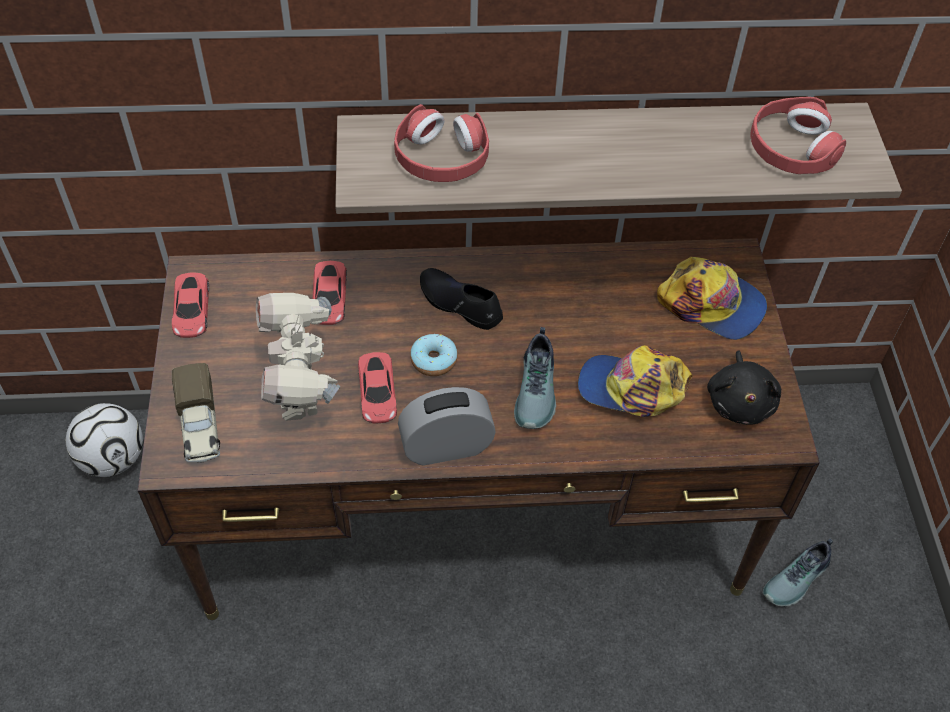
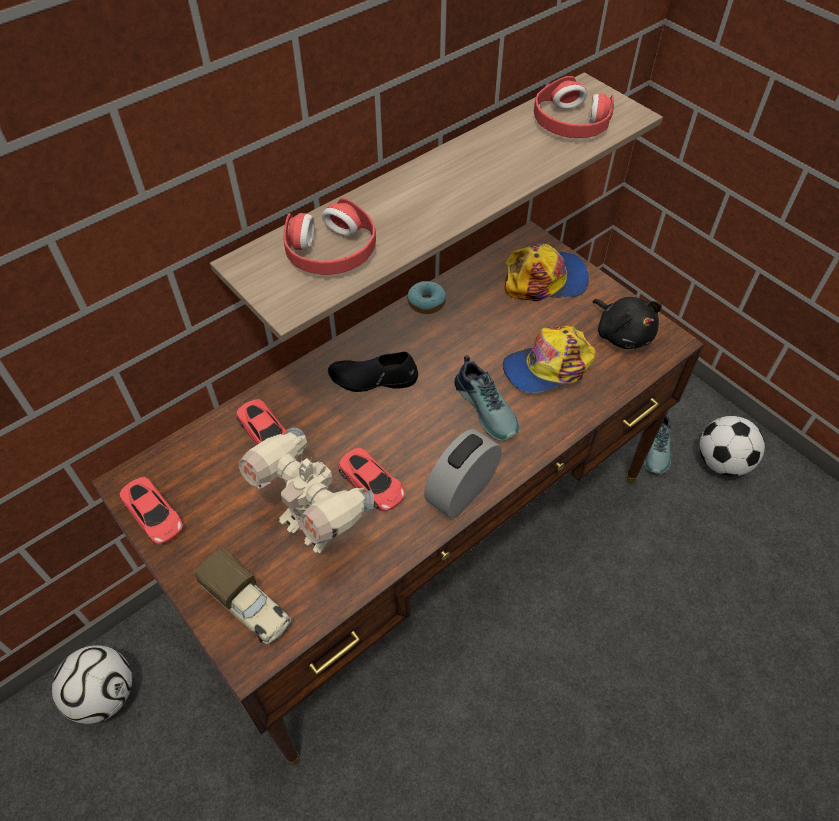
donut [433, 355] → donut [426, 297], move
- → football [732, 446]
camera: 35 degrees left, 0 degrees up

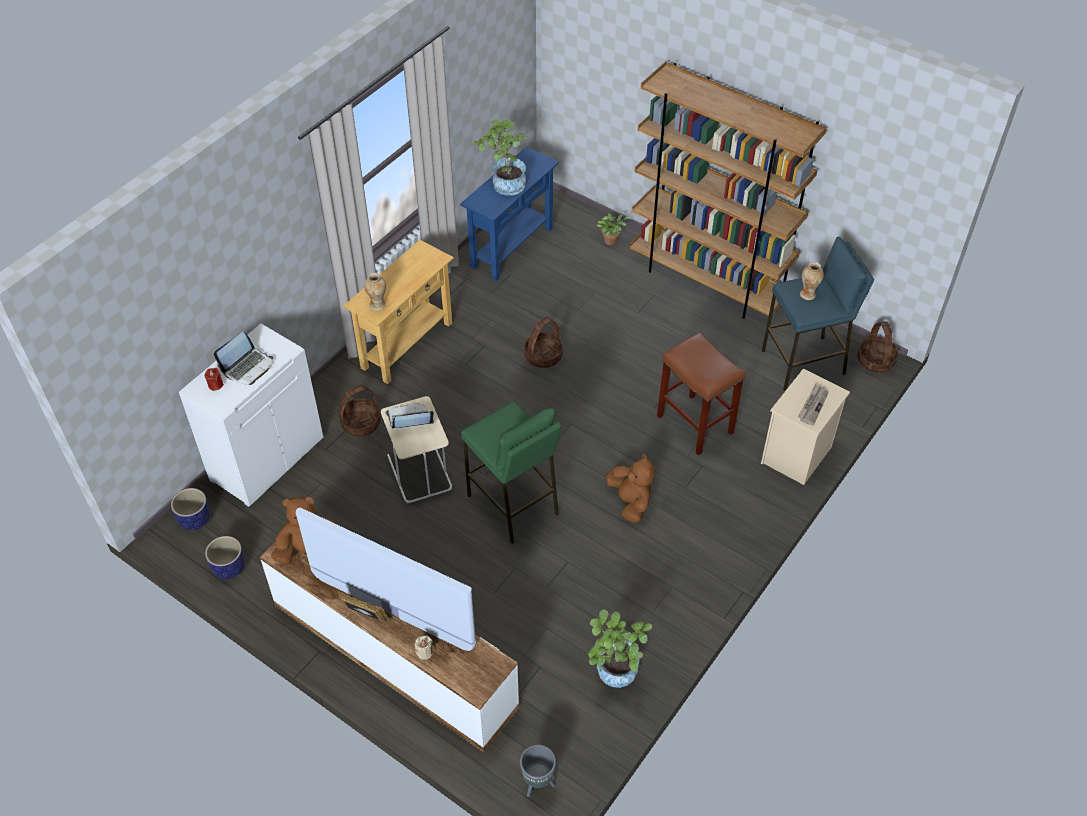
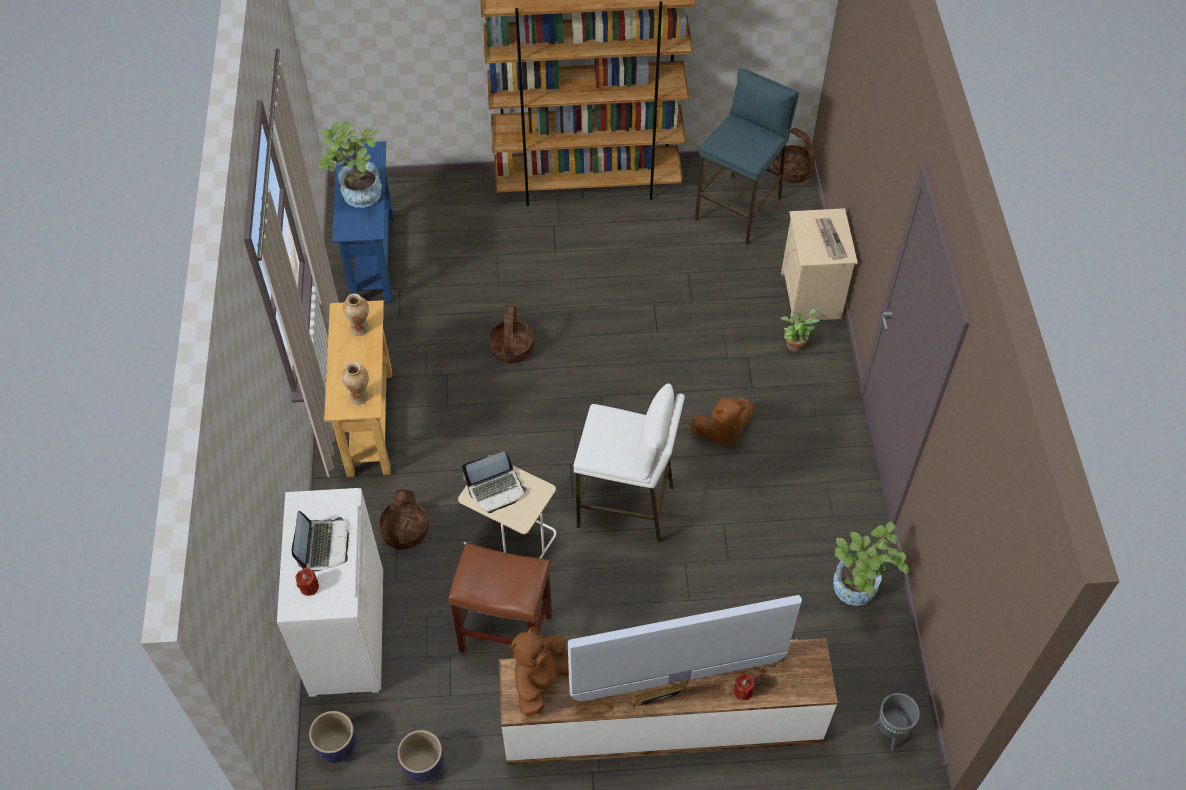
vase [812, 281] → vase [356, 314], move
stool (brown) [701, 393] → stool (brown) [500, 598], move
laptop [410, 416] → laptop [494, 482], 150 degrees counterclockwise
stool (green) [511, 473] → stool (white) [629, 463]
plush toy (brown) [630, 488] → plush toy (brown) [721, 422], 135 degrees clockwise
candle (beige) [424, 647] → candle (red) [744, 687]
potted plant [614, 229] → potted plant [800, 330], move
camera: 40 degrees left, 5 degrees up

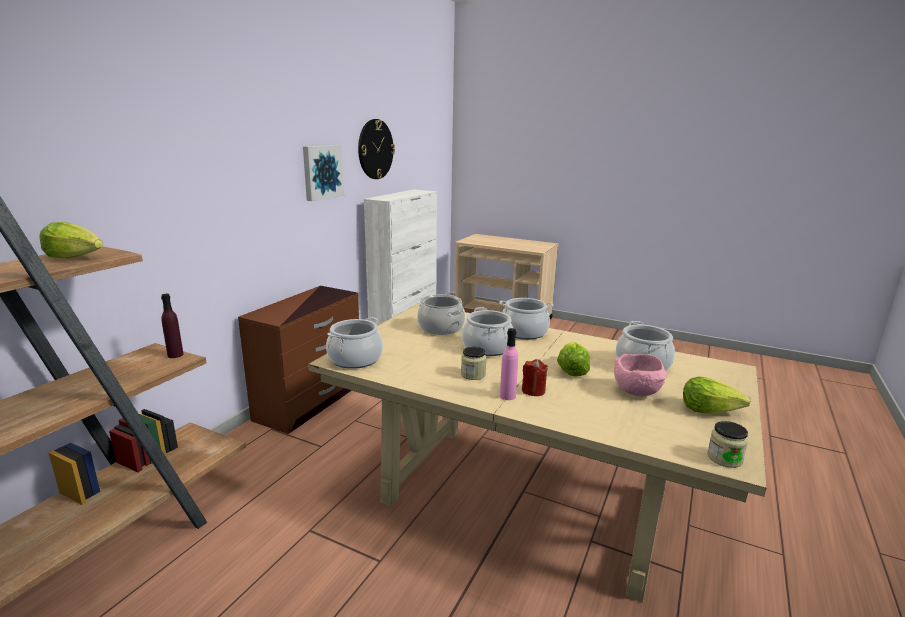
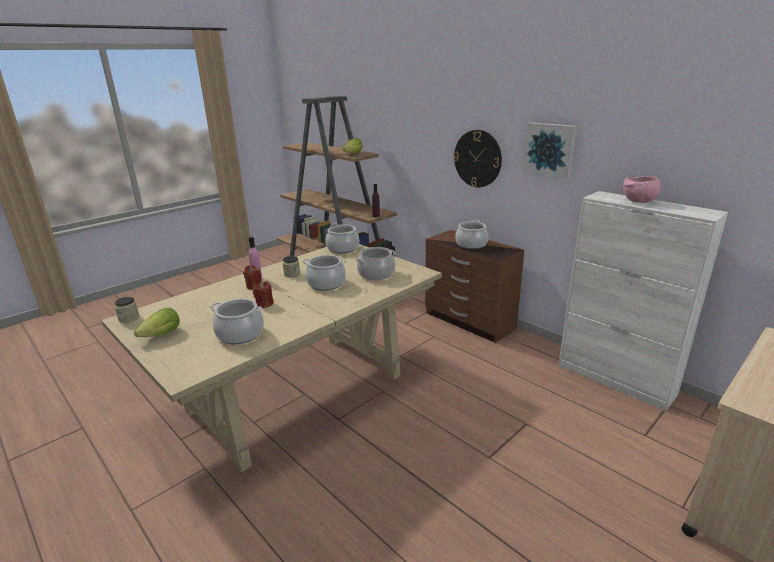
lettuce [573, 359] → candle (red) [263, 294]
wall clock [376, 149] → wall clock [477, 158], move
cooking pot [526, 319] → cooking pot [471, 234], move
bowl (pink) [640, 375] → bowl (pink) [642, 189], move
camera: 110 degrees right, 5 degrees up

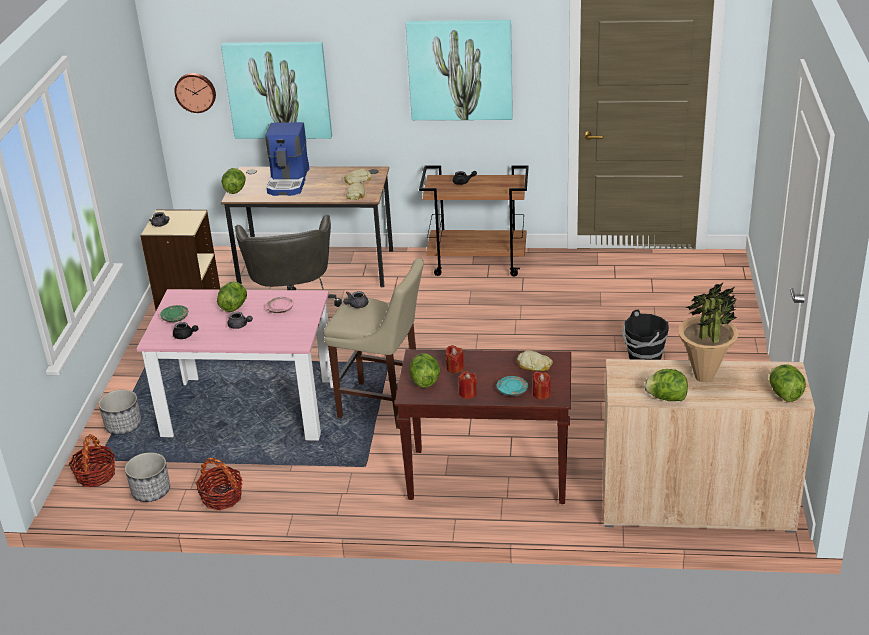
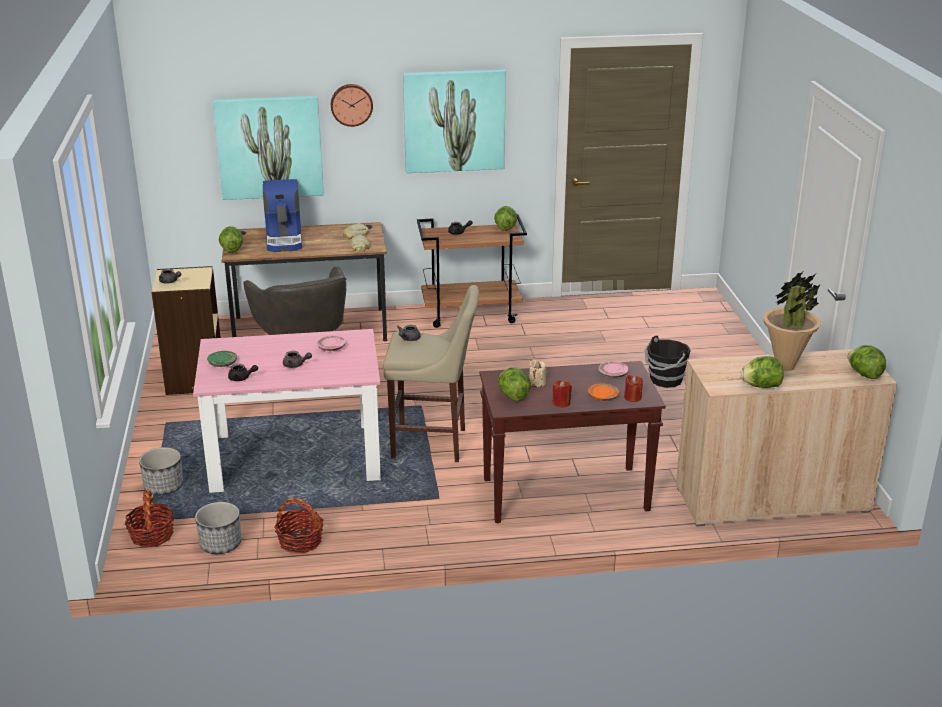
wall clock [195, 93] → wall clock [352, 105], move
lettuce [232, 296] → lettuce [505, 218], move
candle (red) [454, 359] → candle (beige) [538, 373]
plate (turquoise) [512, 386] → plate (orange) [603, 392]
bread [535, 360] → plate (pink) [613, 369]
camera: 15 degrees left, 5 degrees down

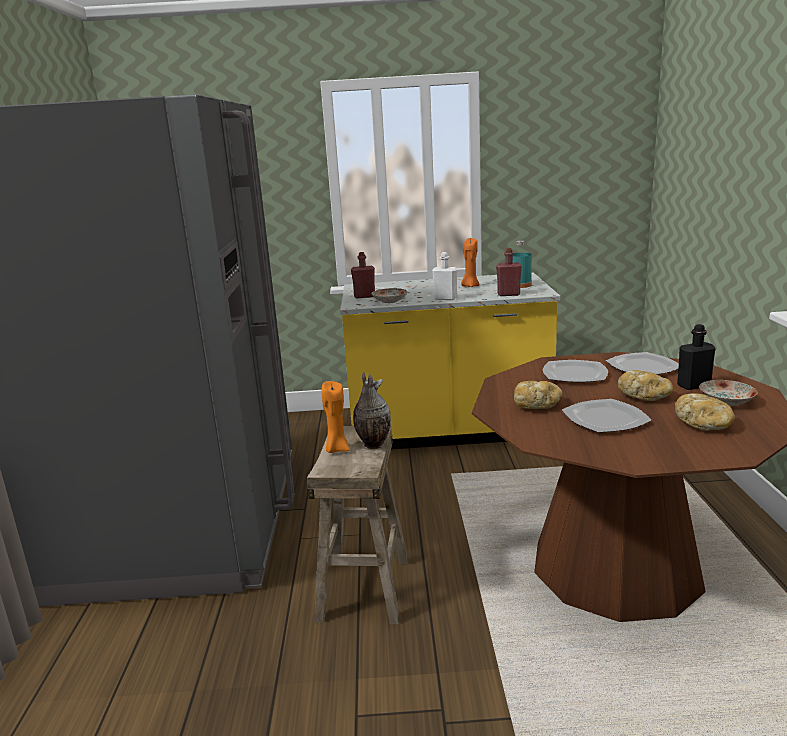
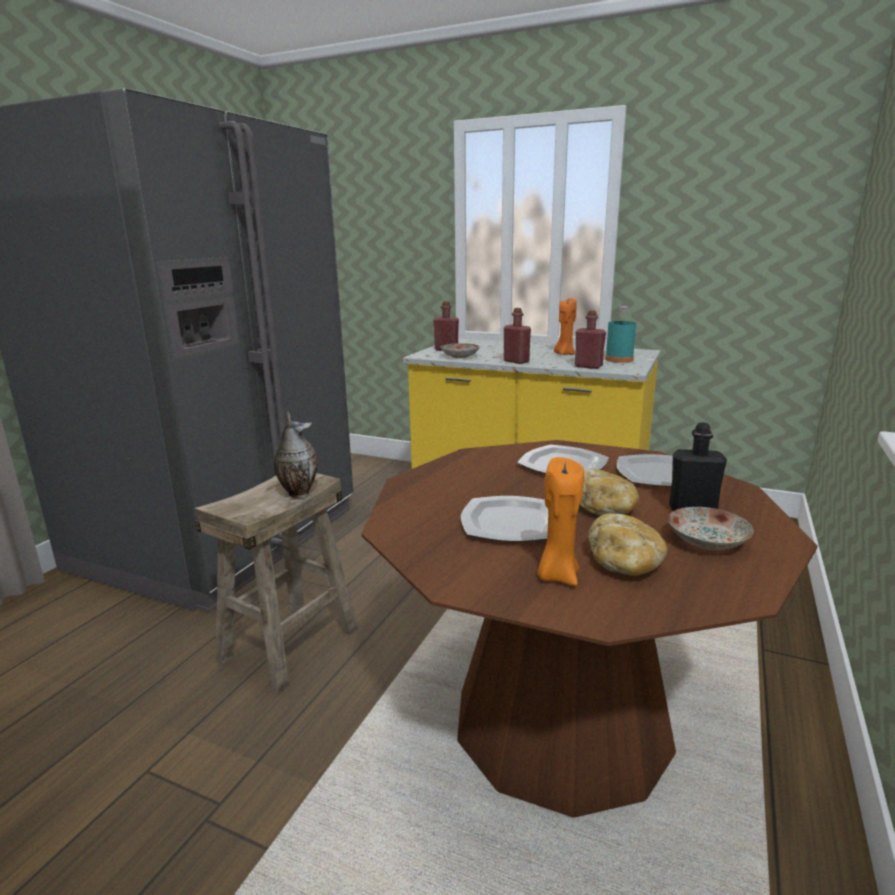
bottle (white) [444, 276] → bottle (red) [517, 336]
candle (orange) [336, 417] → candle (orange) [560, 521], move
bread [538, 395] → -
camera: 25 degrees right, 0 degrees up

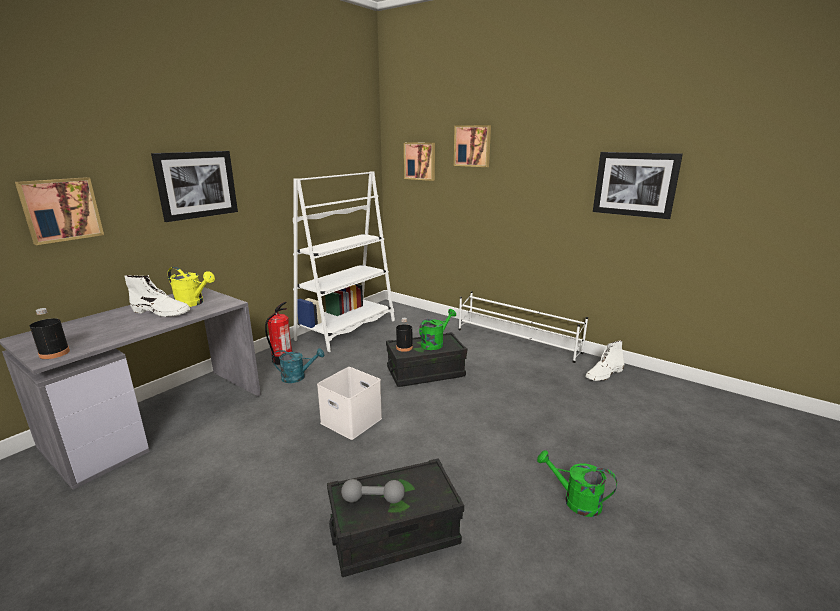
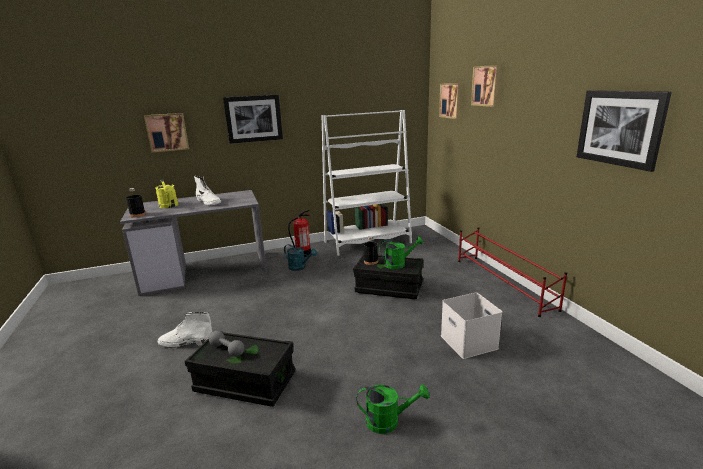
watering can (yellow) [191, 287] → watering can (yellow) [166, 193], move
boot (white) [605, 360] → boot (white) [184, 330], move
watering can (green) [577, 483] → watering can (green) [392, 409], 120 degrees clockwise
storage box (white) [349, 403] → storage box (white) [471, 326], move
shoe rack (white) [523, 327] → shoe rack (red) [512, 272]
camera: 35 degrees right, 0 degrees up

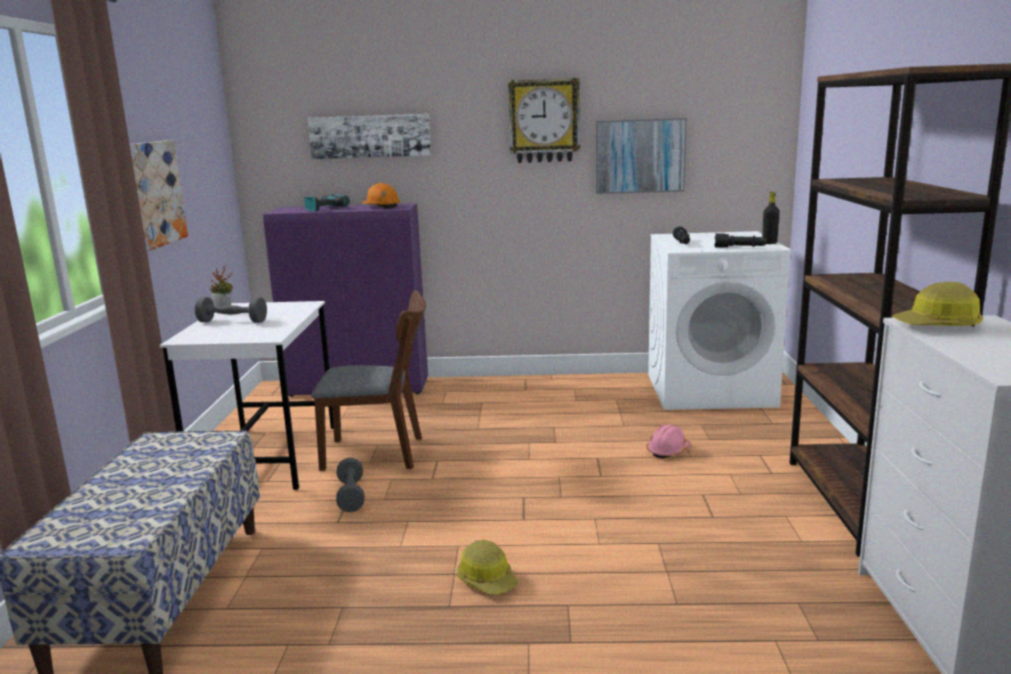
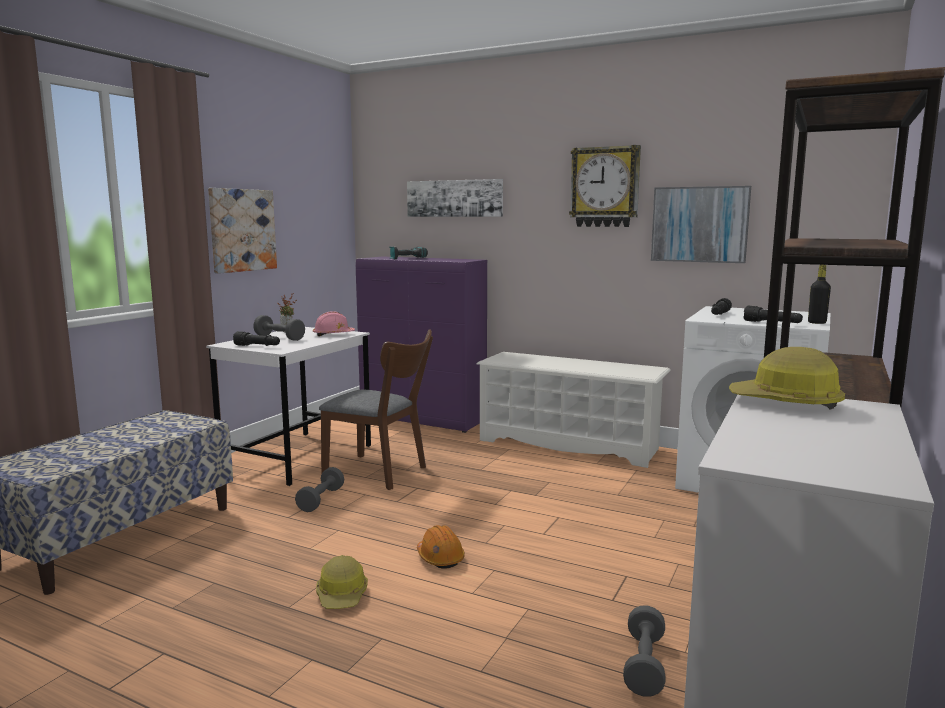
- → flashlight (black) [256, 338]
hard hat (pink) [669, 441] → hard hat (pink) [334, 323], move
hard hat (orange) [381, 196] → hard hat (orange) [441, 547], move
- → shoe rack (white) [573, 410]
- → dumbbell (grey) [644, 651]
camera: 25 degrees right, 5 degrees down

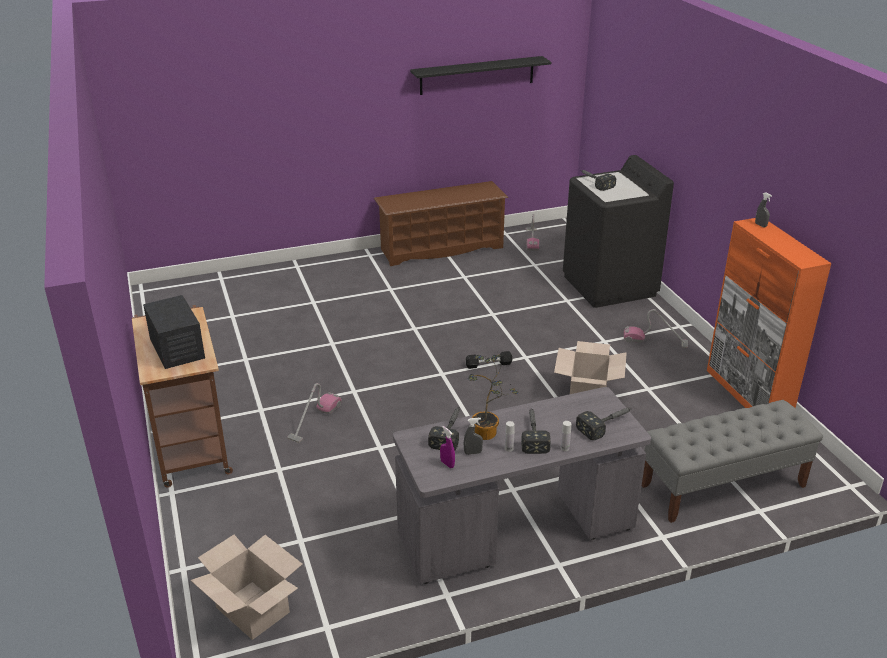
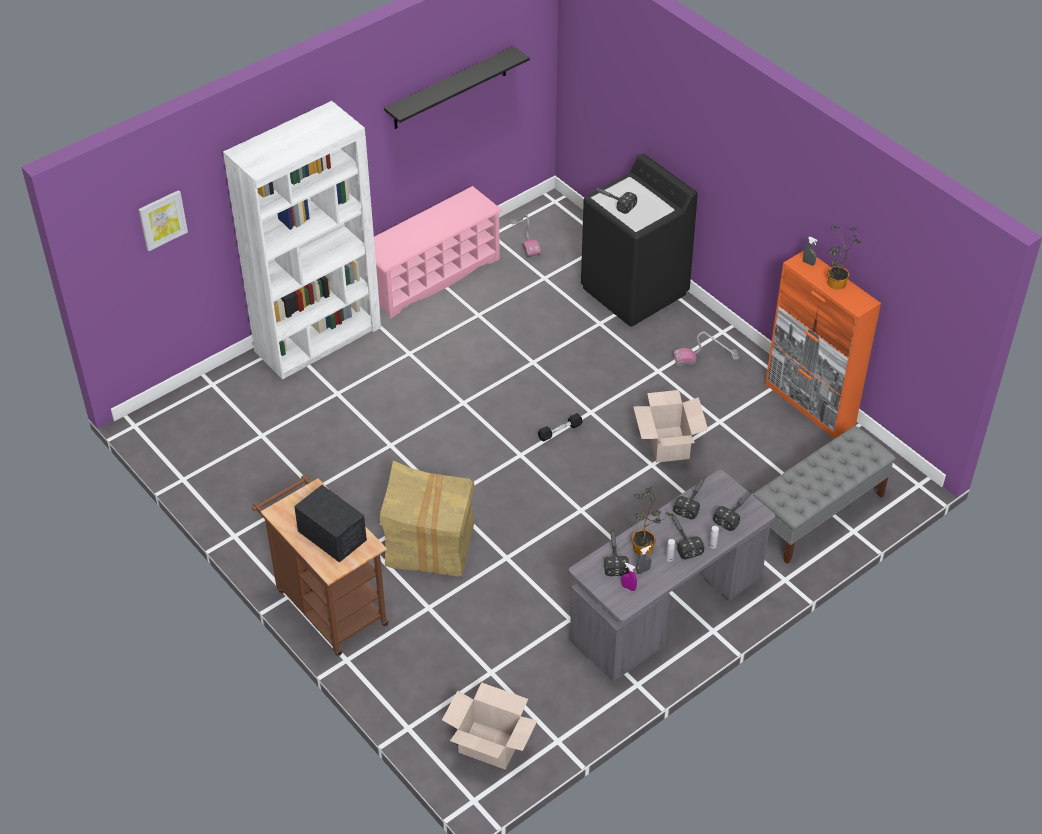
- → picture [163, 220]
- → bookcase (white) [302, 240]
shoe rack (brown) [441, 223] → shoe rack (pink) [438, 252]
vacuum cleaner [314, 413] → cardboard box [427, 519]
- → hammer [689, 498]
- → potted plant [844, 258]
camera: 20 degrees left, 15 degrees up

